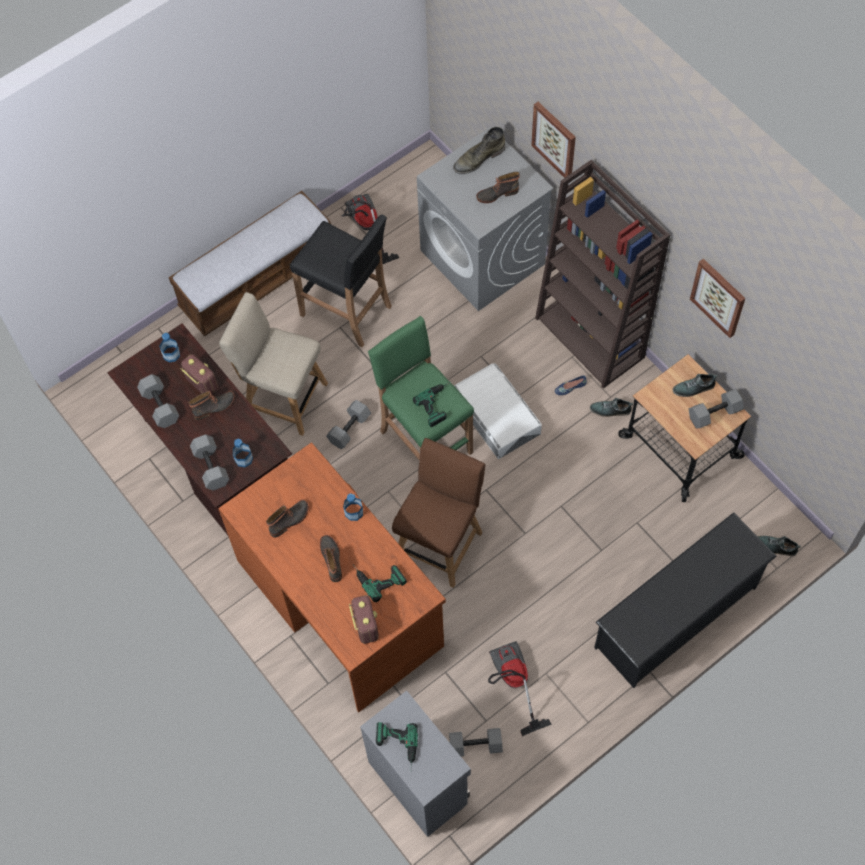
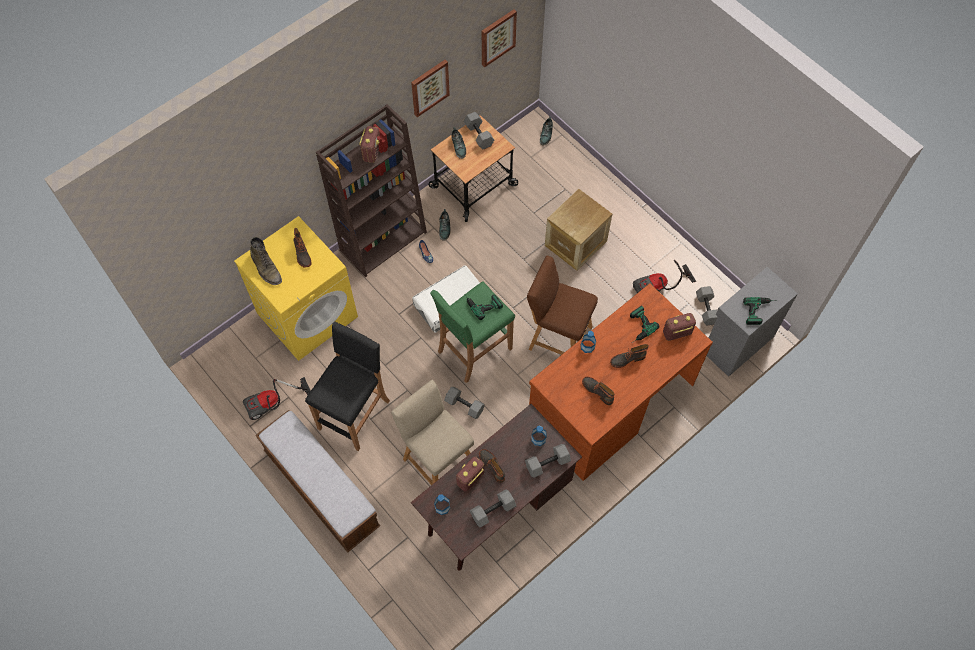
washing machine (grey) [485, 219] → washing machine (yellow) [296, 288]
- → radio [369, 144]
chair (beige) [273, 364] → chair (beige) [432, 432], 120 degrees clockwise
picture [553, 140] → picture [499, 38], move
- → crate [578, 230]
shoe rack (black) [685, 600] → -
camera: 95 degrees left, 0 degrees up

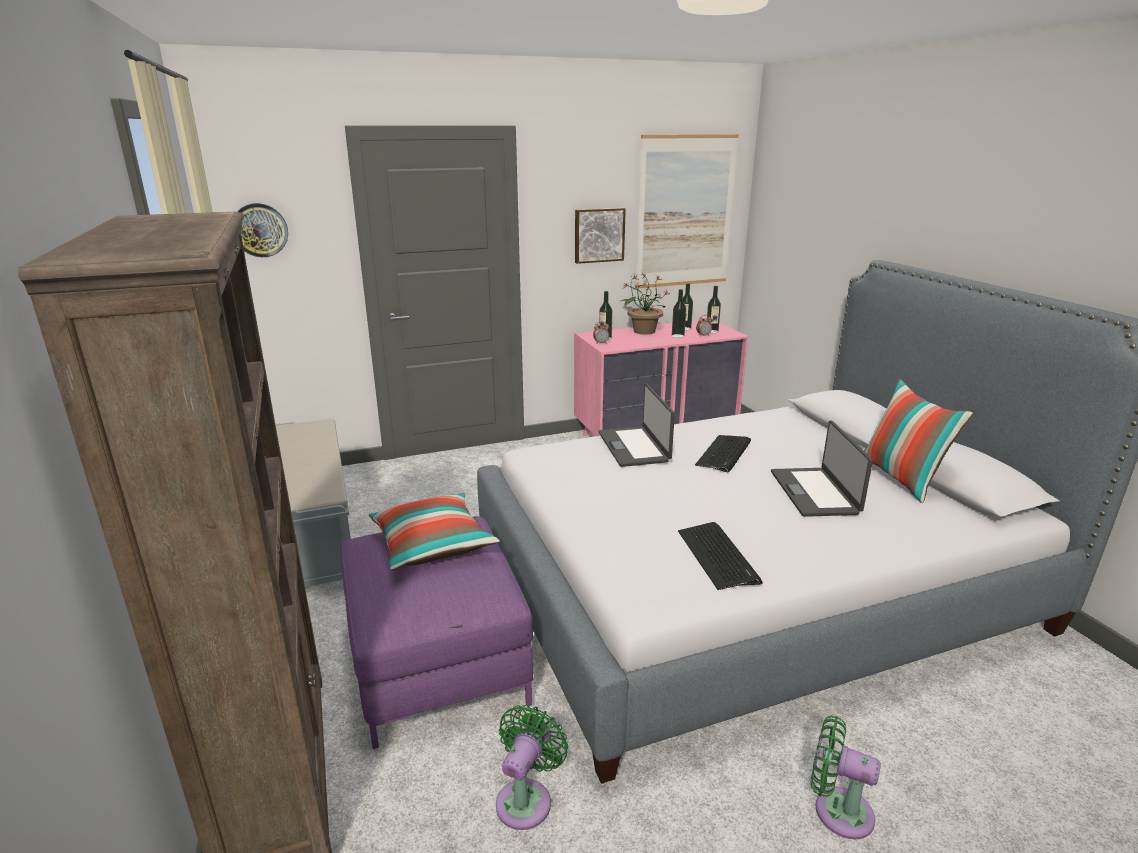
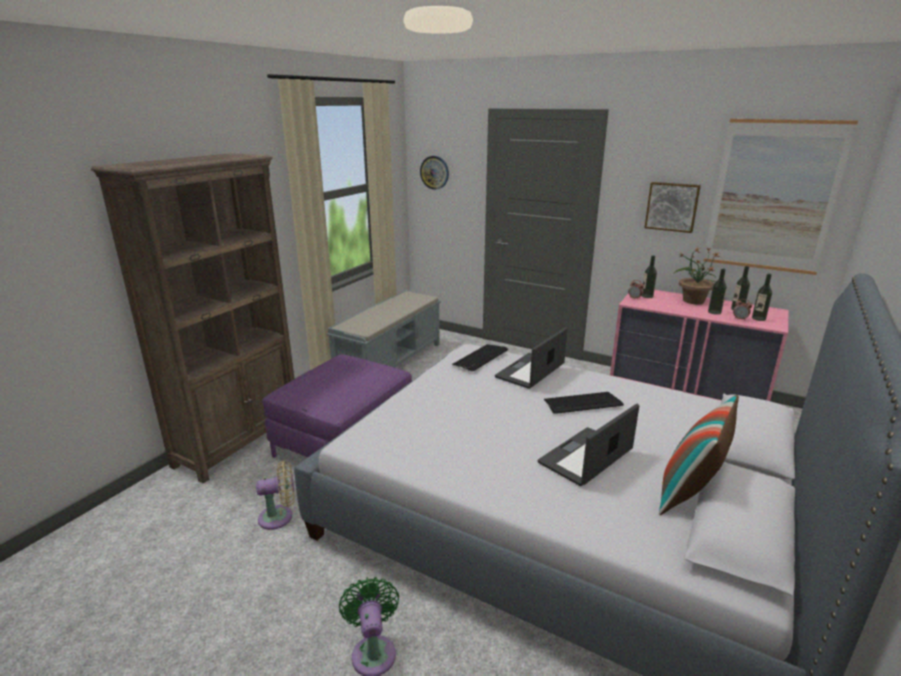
fan (green) [532, 767] → fan (beige) [275, 495]
keyboard [720, 556] → keyboard [480, 358], move
pillow [434, 531] → -
camera: 50 degrees right, 0 degrees up

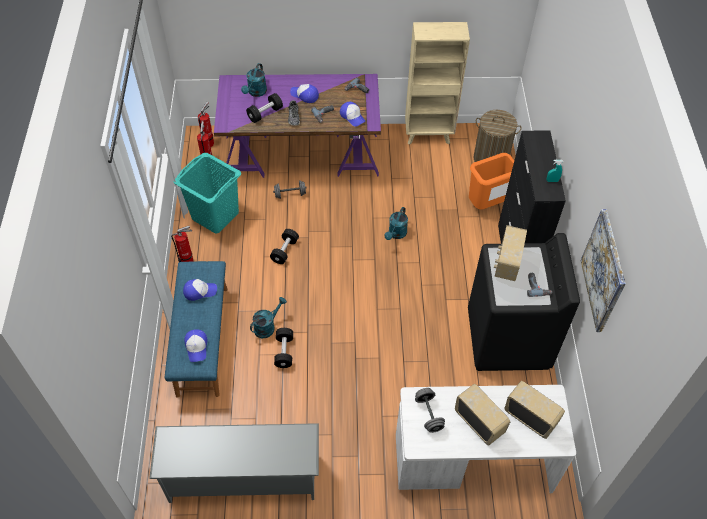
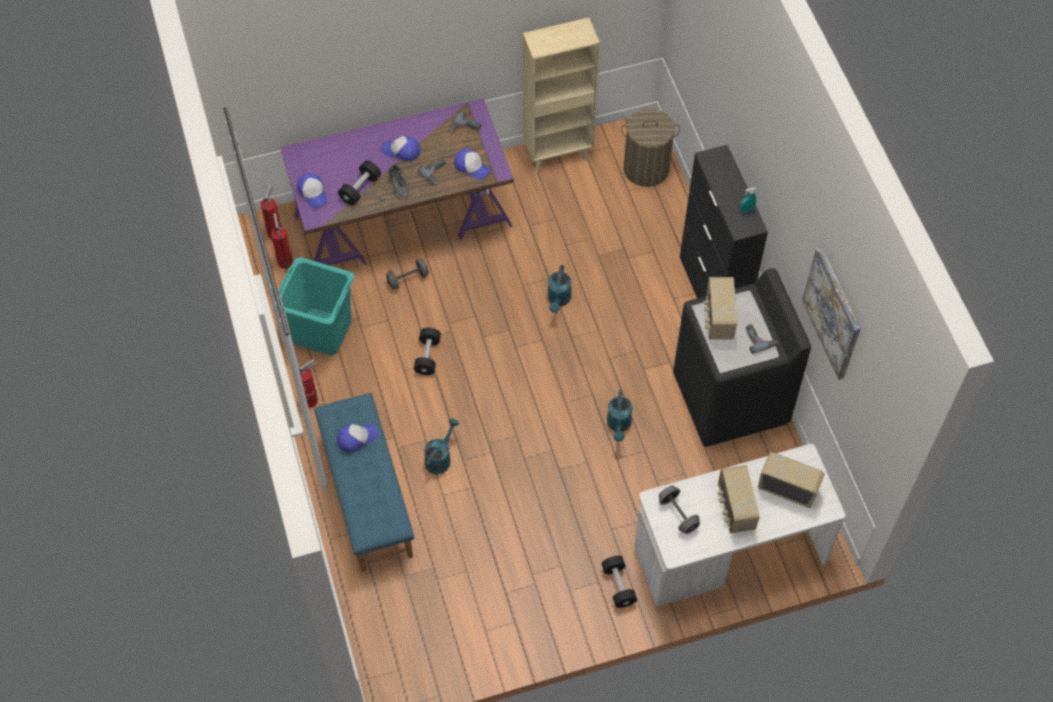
cap [196, 345] → cap [312, 190], move
dumbbell (black) [283, 348] → dumbbell (black) [619, 582], move
watering can (turquoise) [254, 80] → watering can (turquoise) [619, 416], move
radio [482, 415] → radio [738, 499], 135 degrees counterclockwise
shoe rack (grey) [234, 463] → -
trash can (orange) [491, 181] → -
camera: 15 degrees left, 5 degrees up

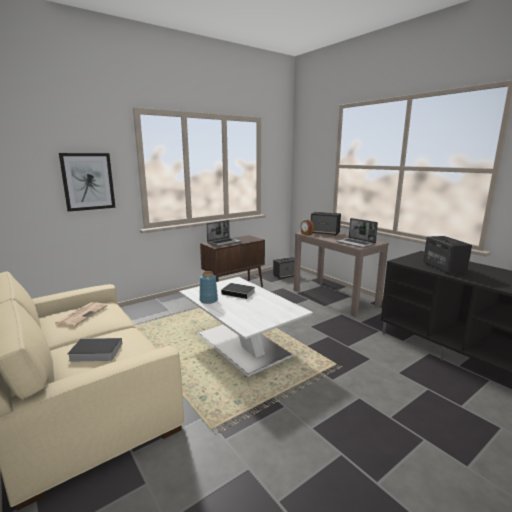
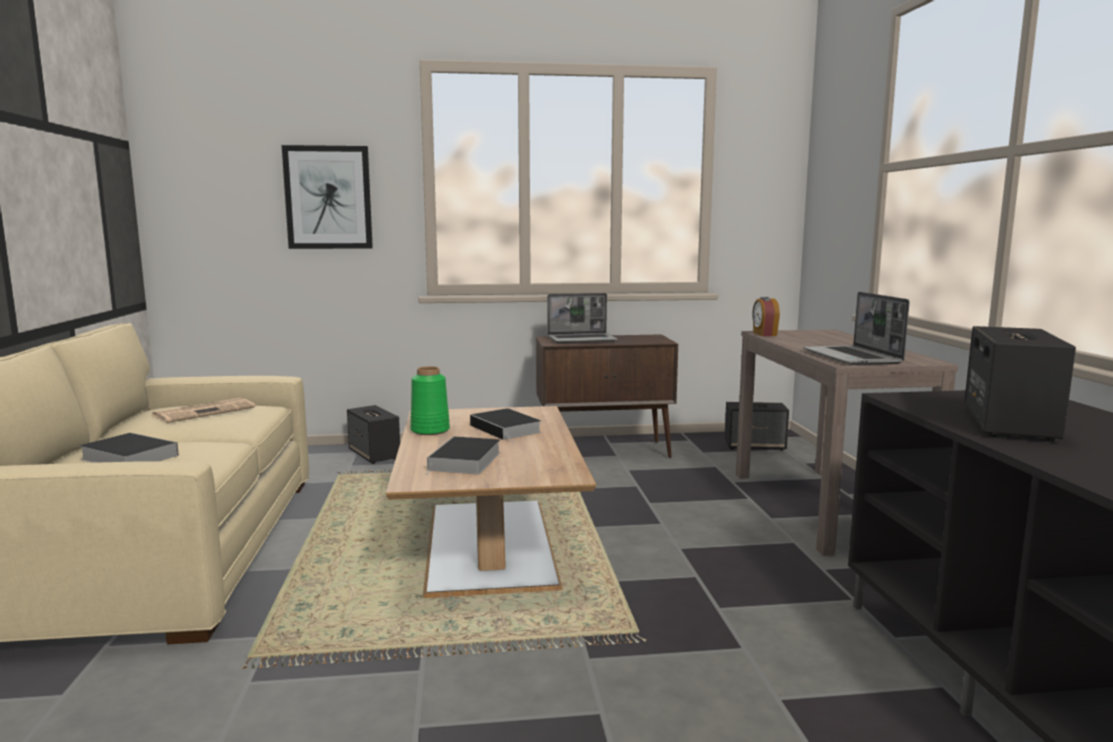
speaker [326, 224] → speaker [373, 434], move
coffee table (white) [246, 327] → coffee table (brown) [491, 502]
vase (blue) [209, 287] → vase (green) [430, 400]
- → book [463, 456]
camera: 30 degrees right, 5 degrees down

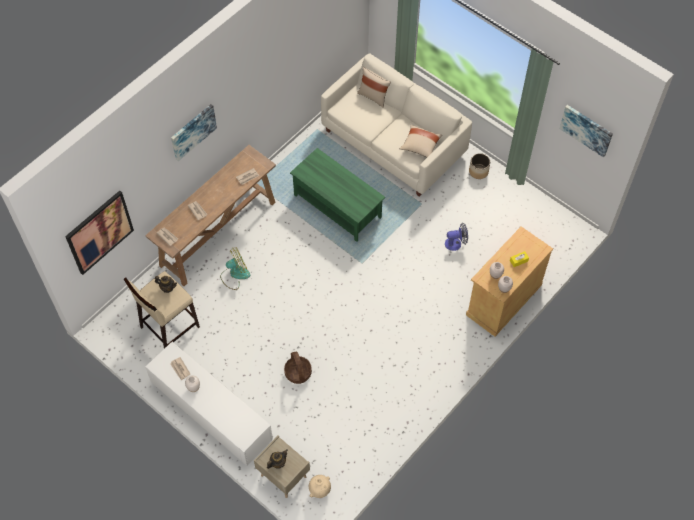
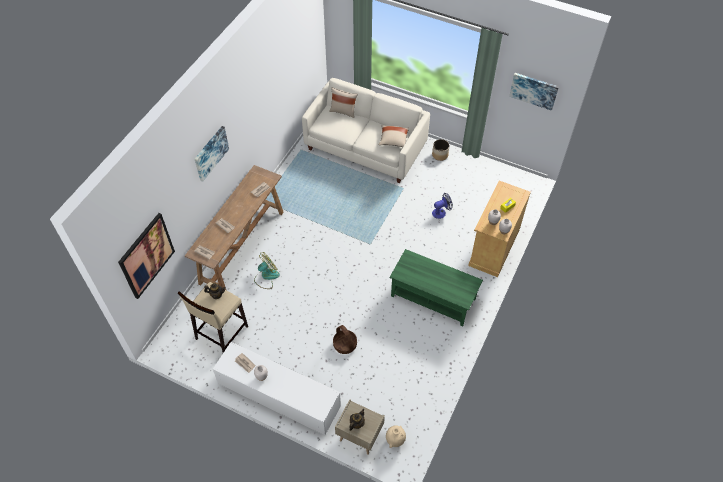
coffee table (green) [337, 195] → coffee table (green) [436, 287], move
camera: 15 degrees left, 5 degrees down

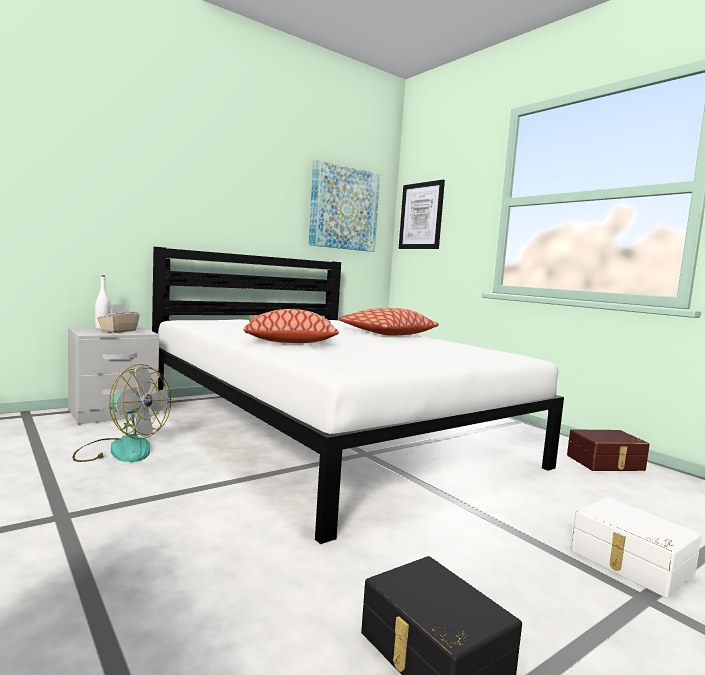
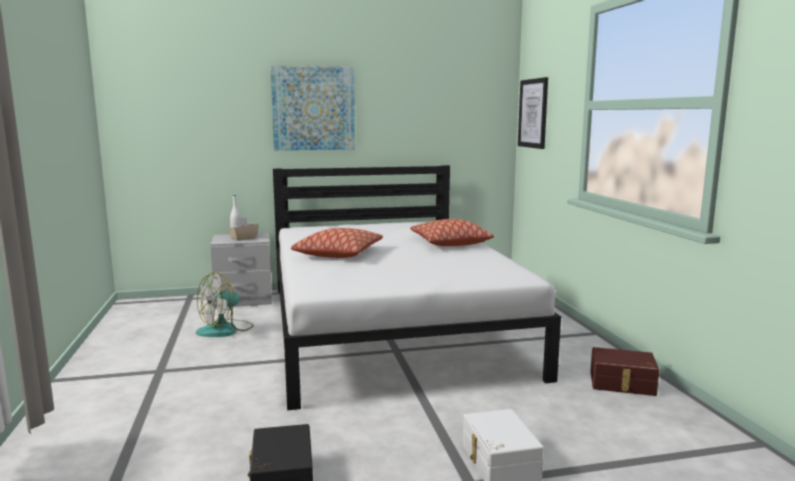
fan [122, 413] → fan [224, 304], 90 degrees clockwise
picture [344, 206] → picture [312, 107], move
camera: 25 degrees right, 5 degrees up

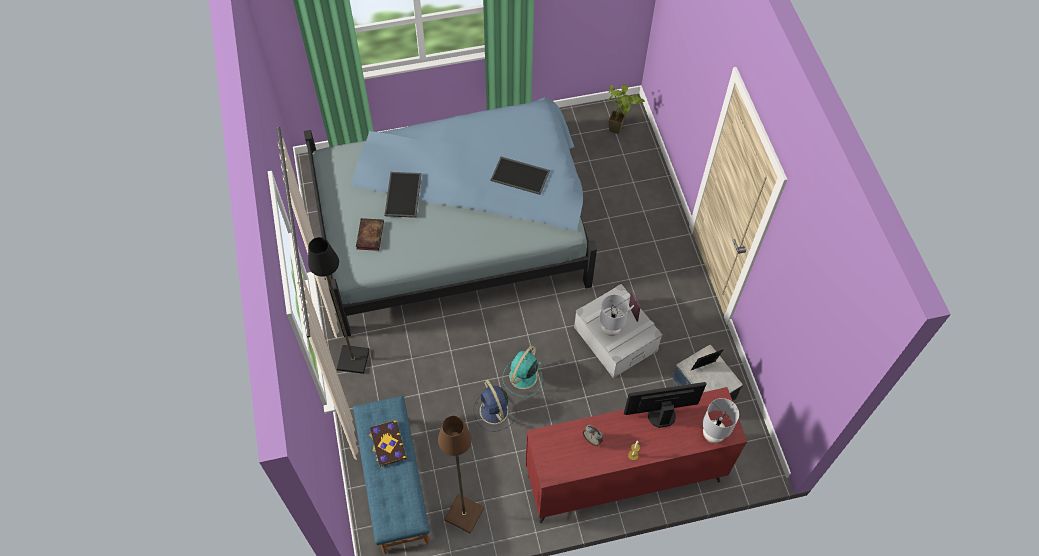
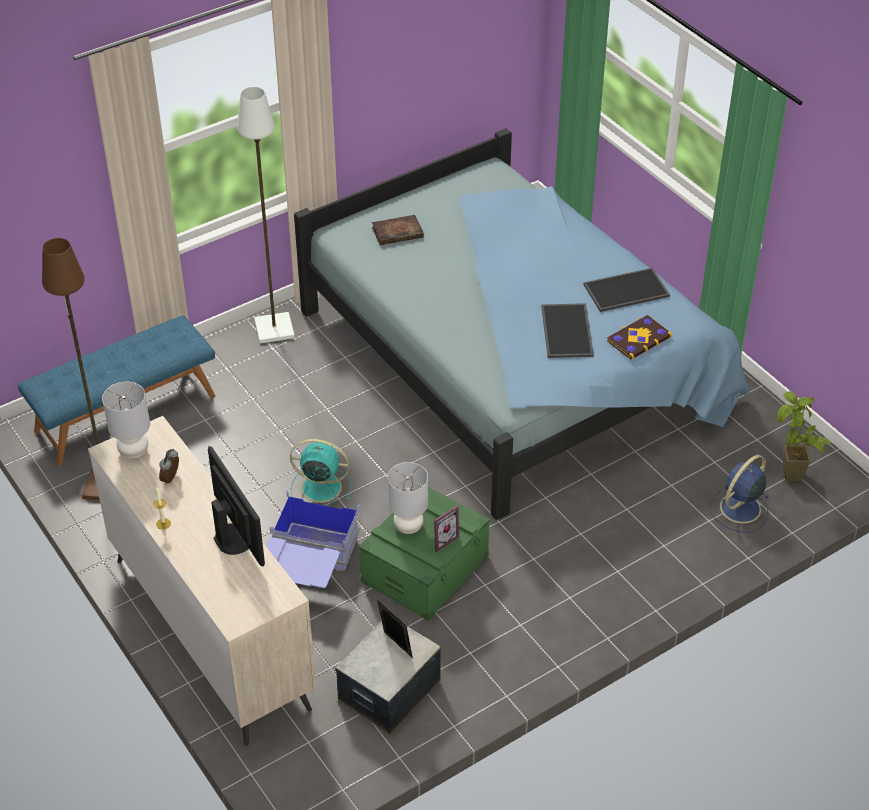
dresser (red) [636, 455] → dresser (beige) [202, 581]
table lamp (grey) [720, 420] → table lamp (grey) [126, 420], move
floor lamp (black) [339, 305] → floor lamp (white) [266, 215]
- → storage box (blue) [313, 539]
storage box (grey) [618, 331] → storage box (green) [424, 553]
tray [402, 195] → tray [626, 290], move
book [388, 443] → book [639, 337], move
fan (blue) [495, 406] → fan (blue) [739, 494], move
camera: 70 degrees right, 15 degrees down

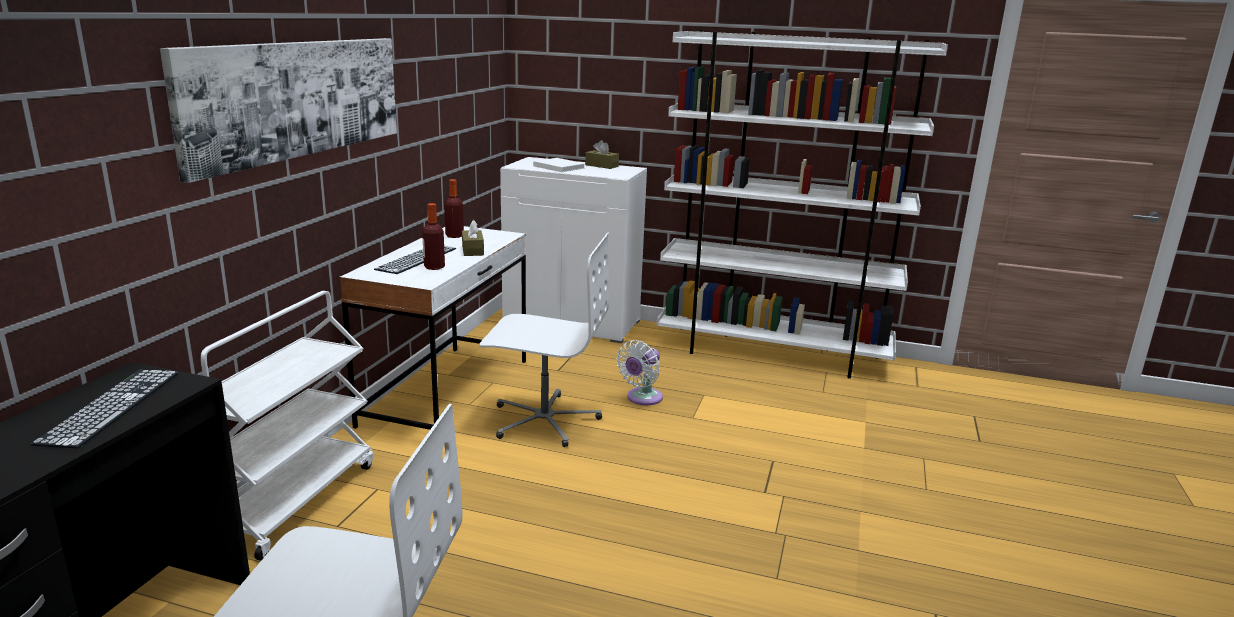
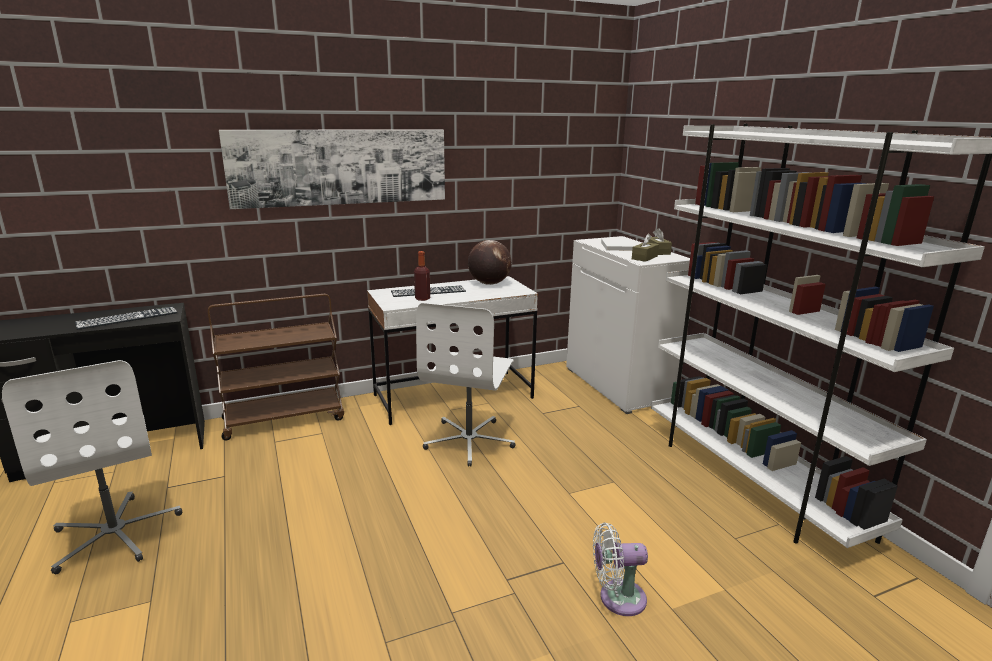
cart (white) [287, 426] → cart (brown) [276, 367]
office chair (white) [544, 340] → office chair (white) [466, 385], 45 degrees clockwise
bottle [454, 208] → globe [490, 262]
fan (white) [640, 372] → fan (white) [620, 569], move
tissue box (brown) [473, 238] → tissue box (brown) [645, 247], move
camera: 50 degrees right, 0 degrees up

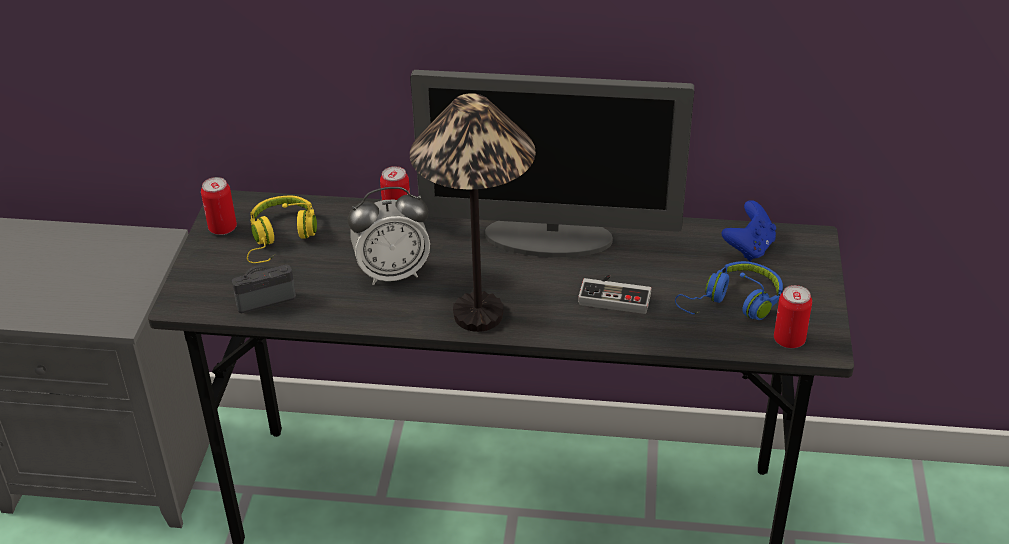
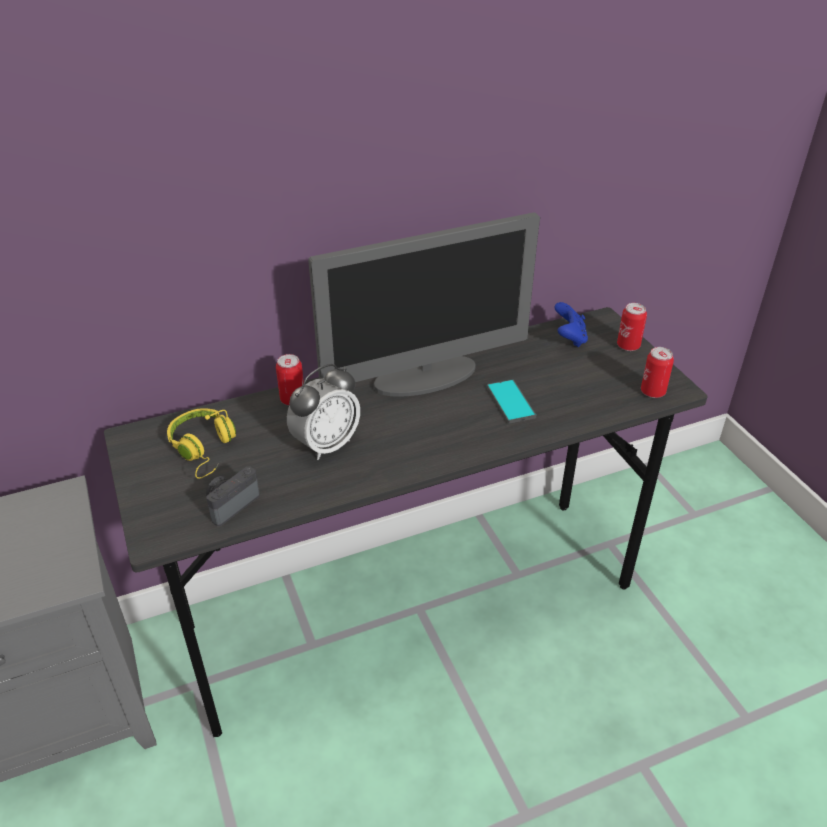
game controller [614, 294] → phone [511, 401]
can [219, 206] → can [632, 327], move
table lamp [473, 212] → -
headphones (blue) [729, 290] → -
camera: 30 degrees left, 0 degrees up

